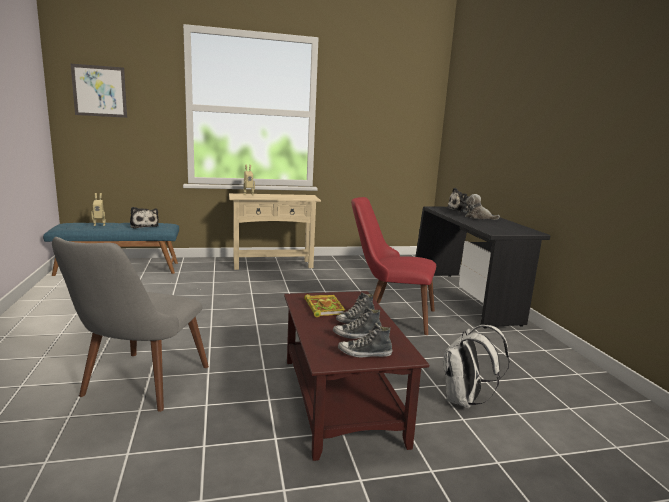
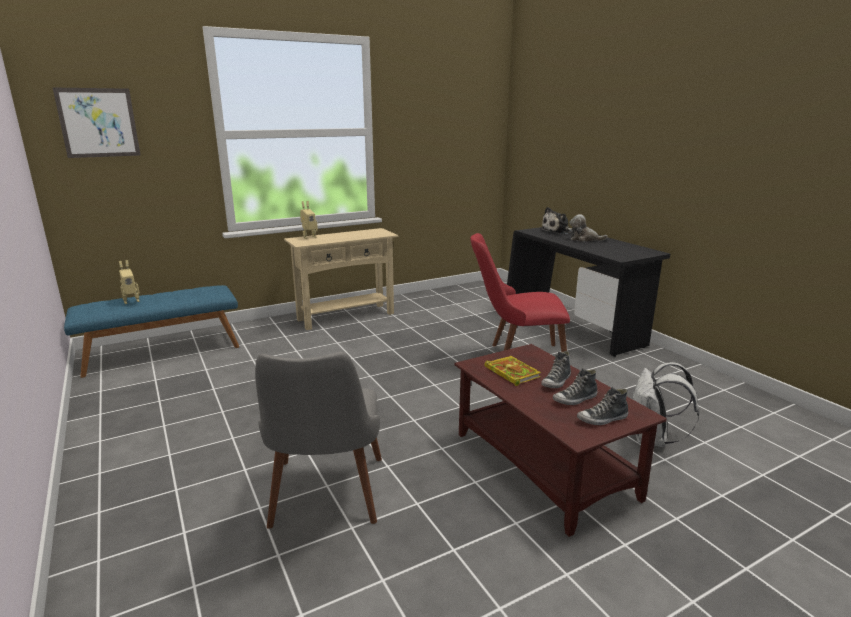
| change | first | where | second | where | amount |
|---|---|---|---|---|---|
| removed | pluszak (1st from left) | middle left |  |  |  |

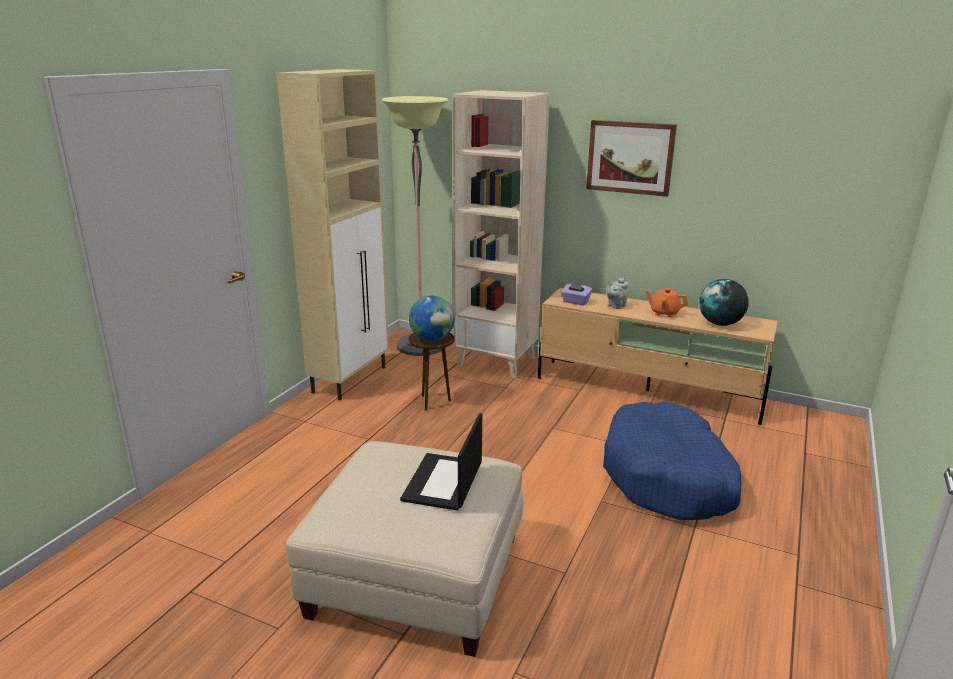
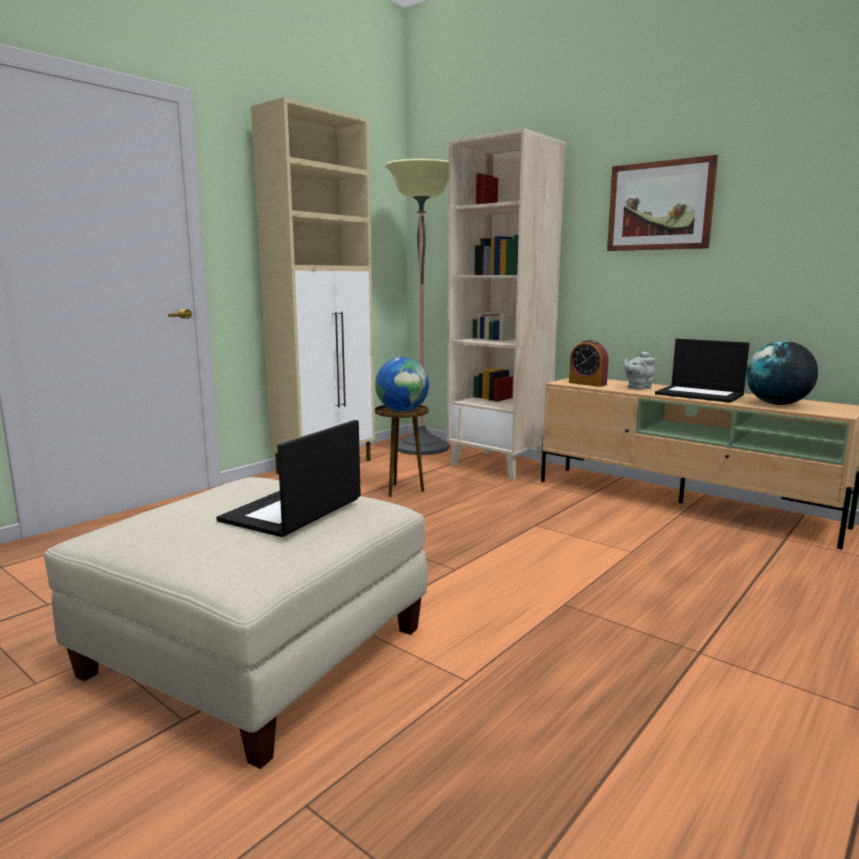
| change | first | where | second | where | amount |
|---|---|---|---|---|---|
| replaced | pudełko chusteczek [fioletowy] | centre | budzik | middle right |  |
| replaced | imbryk [pomarańczowy] | middle right | laptop (2nd from left) | middle right |  |
| removed | legowisko [niebieski] | bottom right |  |  |  |

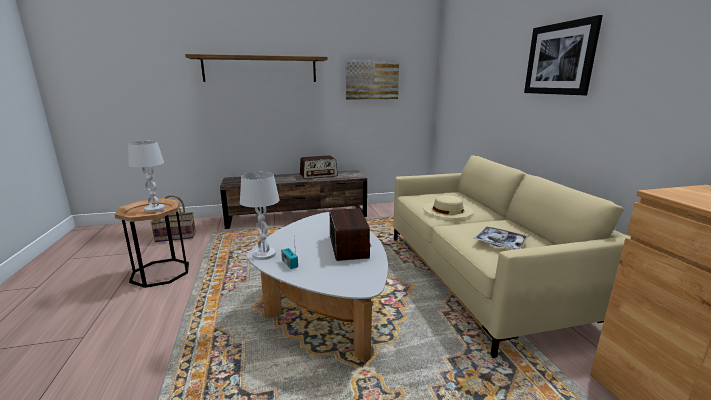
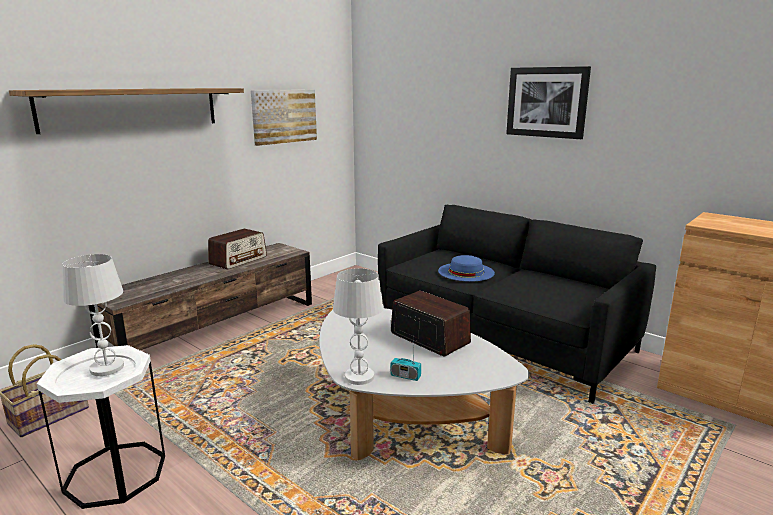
| change | first | where | second | where | amount |
|---|---|---|---|---|---|
| recoloured | stolik [brązowy] | middle left | stolik [biały] | bottom left |  |
| recoloured | kanapa [beżowy] | middle right | kanapa [czarny] | middle right |  |
| recoloured | kapelusz [beżowy] | centre | kapelusz [niebieski] | centre |  |
| removed | taca | middle right |  |  |  |

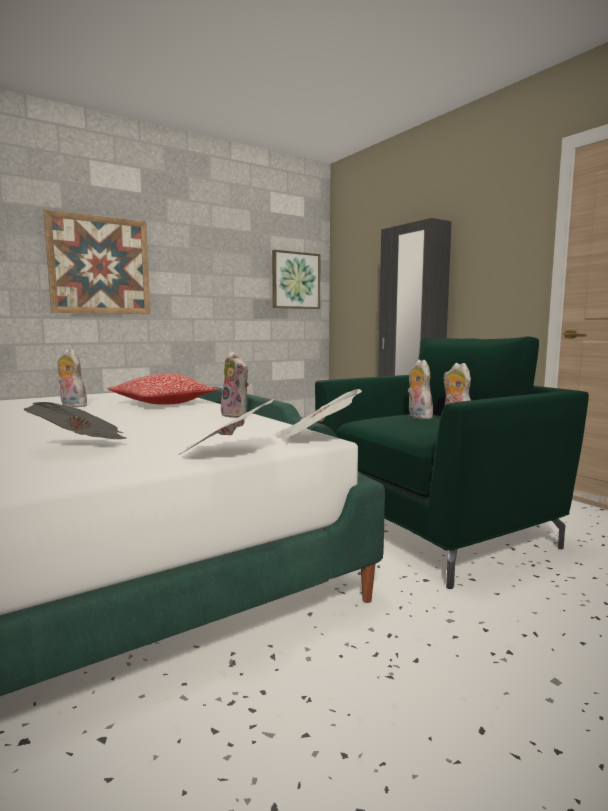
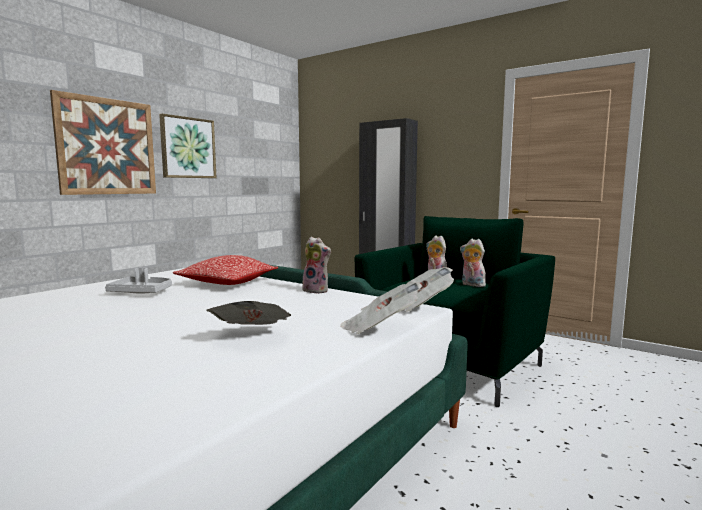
| change | first | where | second | where | amount |
|---|---|---|---|---|---|
| replaced | pluszak (1st from left) | middle left | taca [szary] | middle left |  |
| moved | obraz (2nd from left) | centre |  | top left |  |

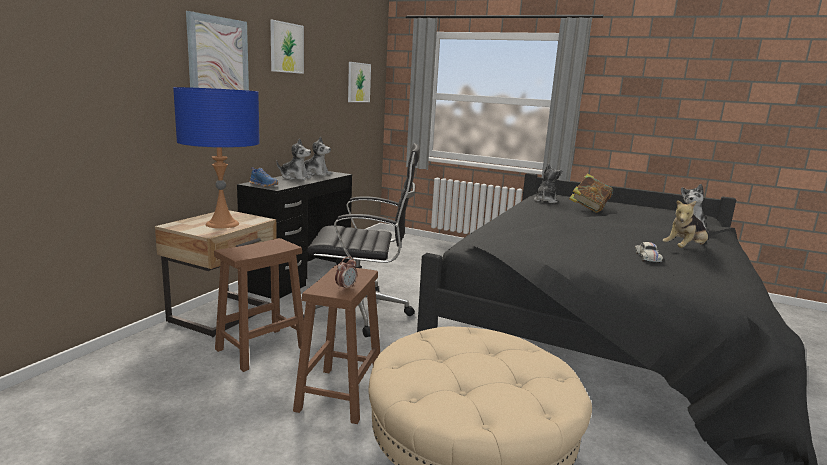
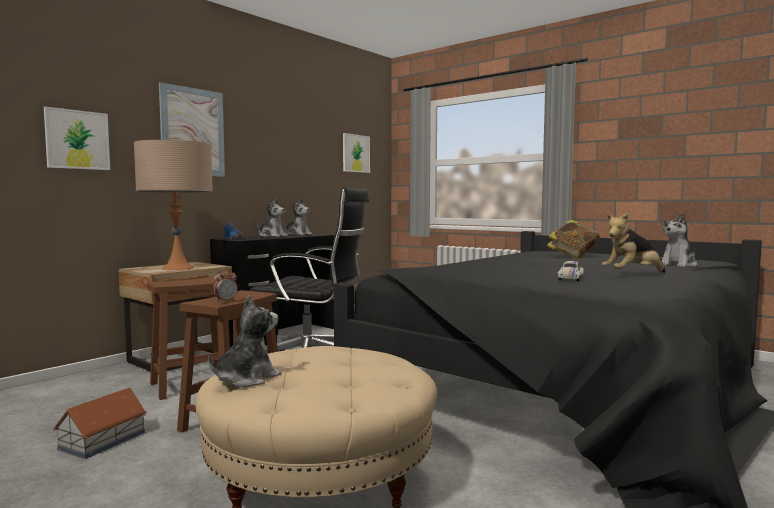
| change | first | where | second | where | amount |
|---|---|---|---|---|---|
| moved | obraz (2nd from left in the first image) | top centre | obraz (1st from left) | top left |  |
| added |  |  | domek | bottom left |  |
| recoloured | lampa stołowa [niebieski] | middle left | lampa stołowa [beżowy] | middle left |  |
| moved | pluszak (3rd from left in the first image) | centre | pluszak (1st from left) | bottom left |  |

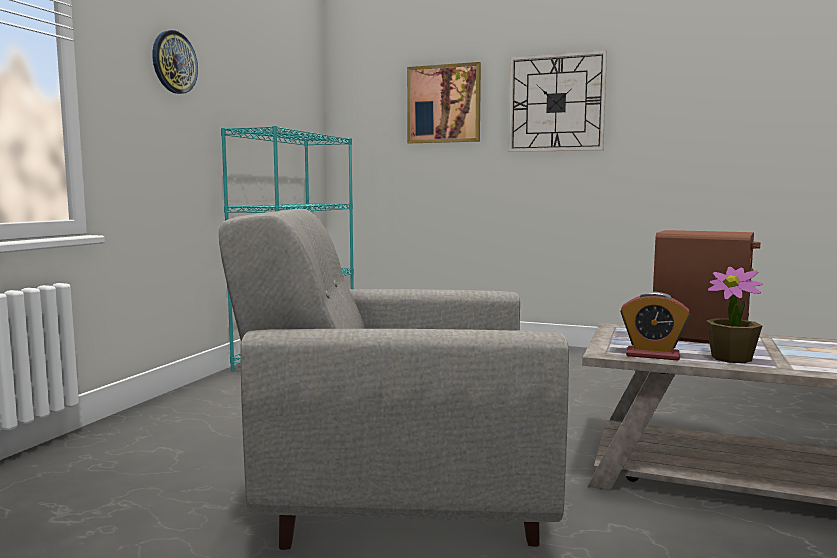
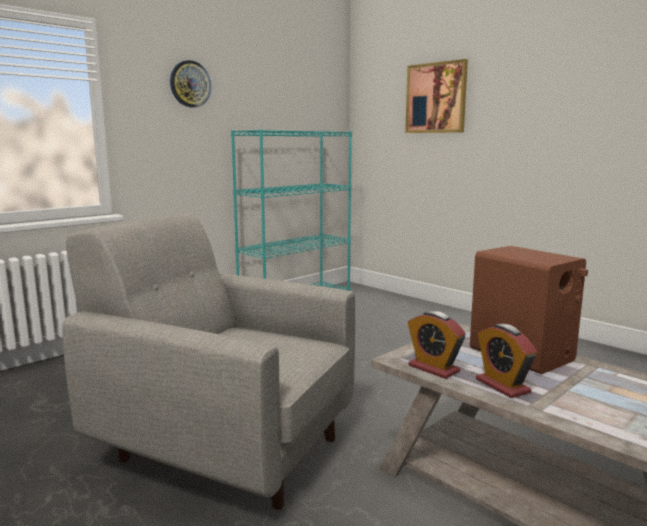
| change | first | where | second | where | amount |
|---|---|---|---|---|---|
| replaced | roślina doniczkowa | middle right | budzik (2nd from left) | bottom right |  |
| removed | zegar ścienny (2nd from left) | top centre |  |  |  |

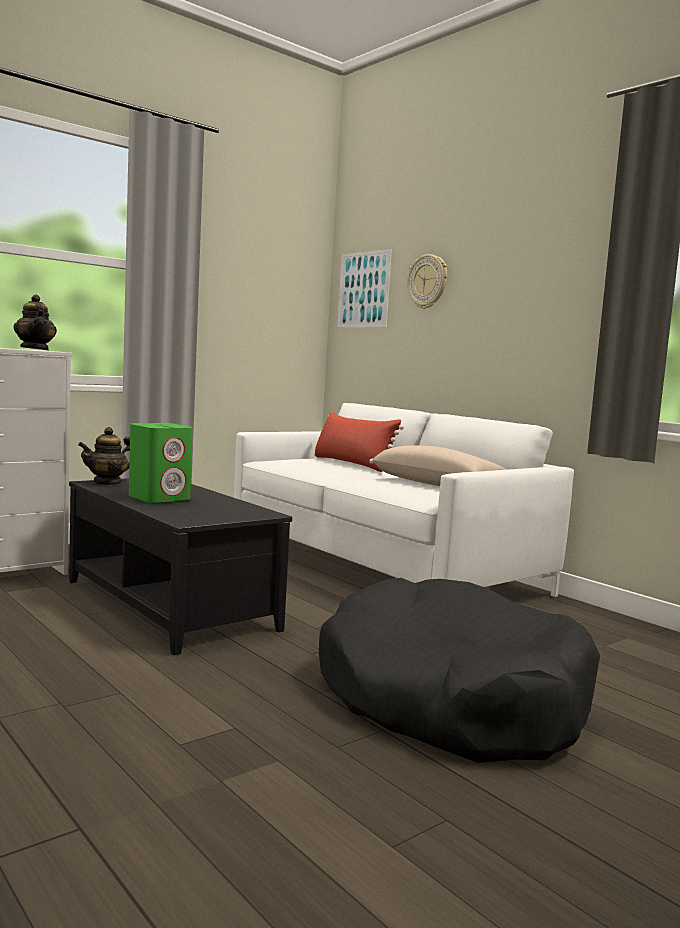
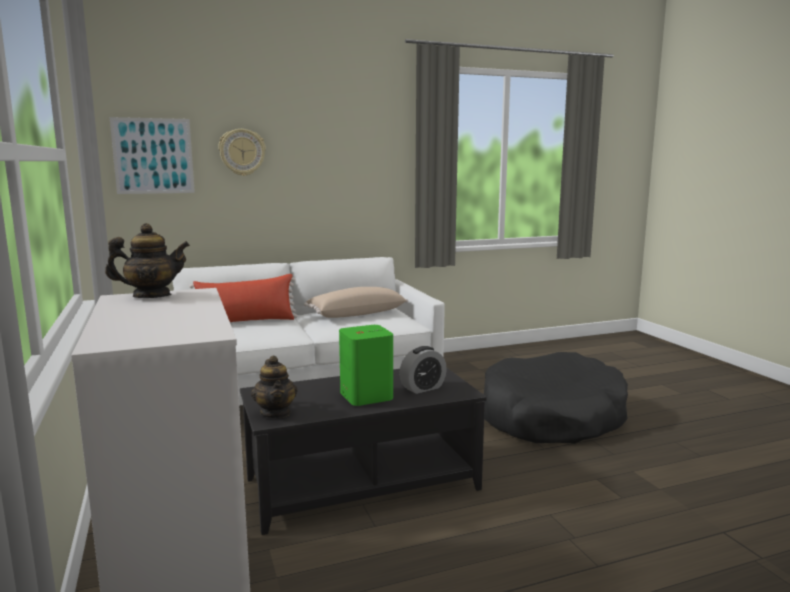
| change | first | where | second | where | amount |
|---|---|---|---|---|---|
| added |  |  | budzik | centre |  |

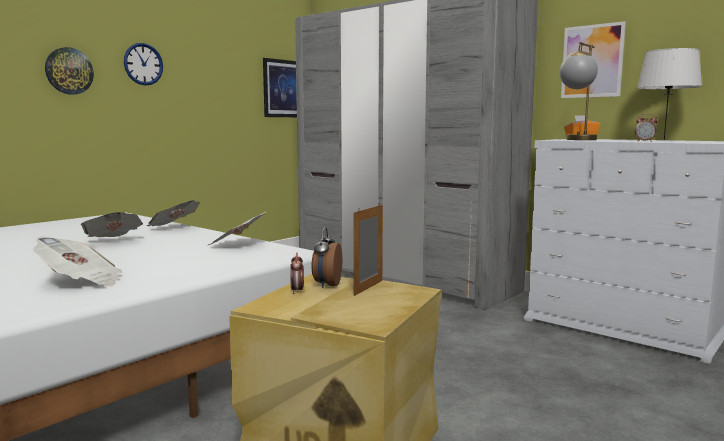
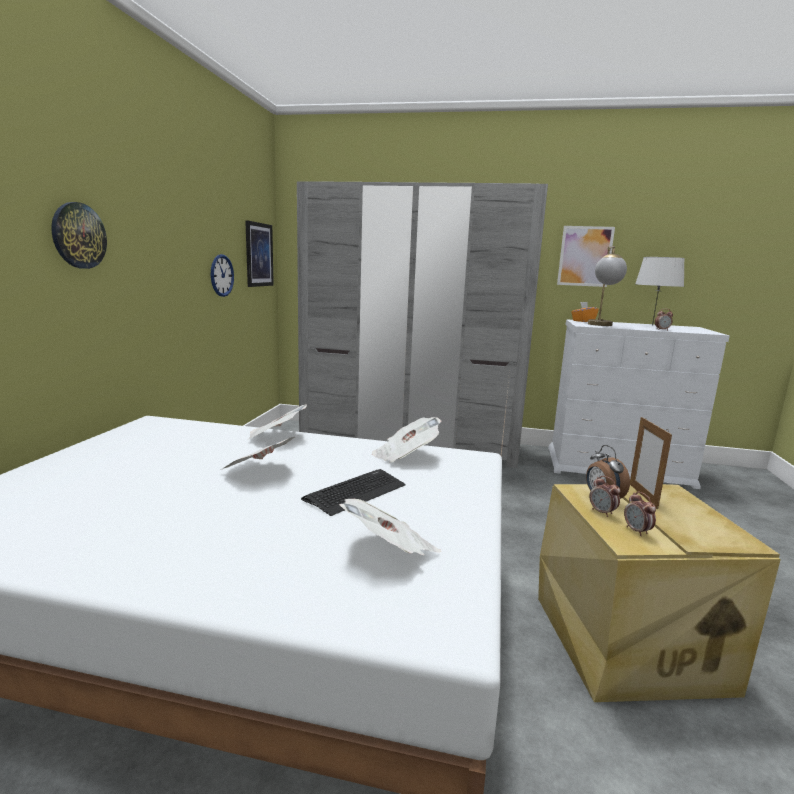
| change | first | where | second | where | amount |
|---|---|---|---|---|---|
| moved | zegar ścienny (2nd from left) | top left |  | middle left |  |
| added |  |  | klawiatura | centre |  |
| added |  |  | budzik (3rd from left) | middle right |  |

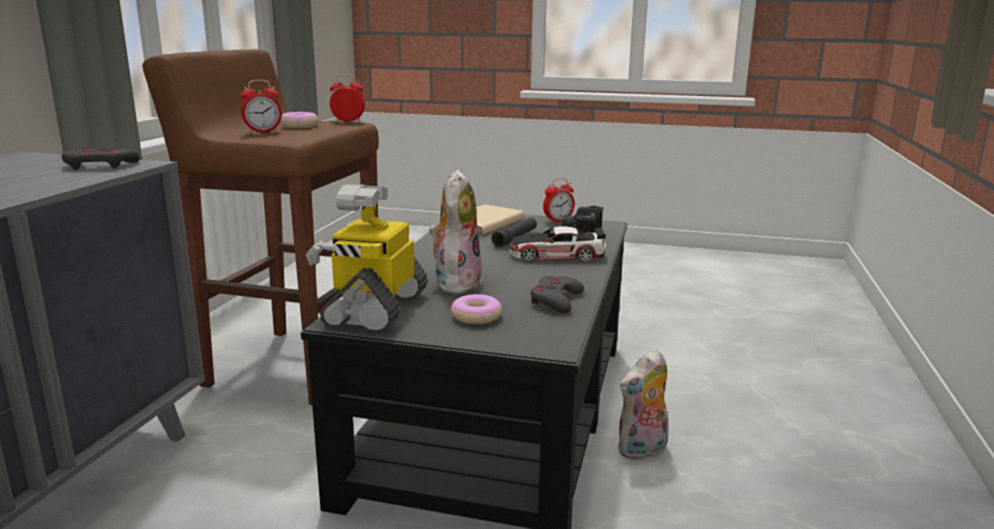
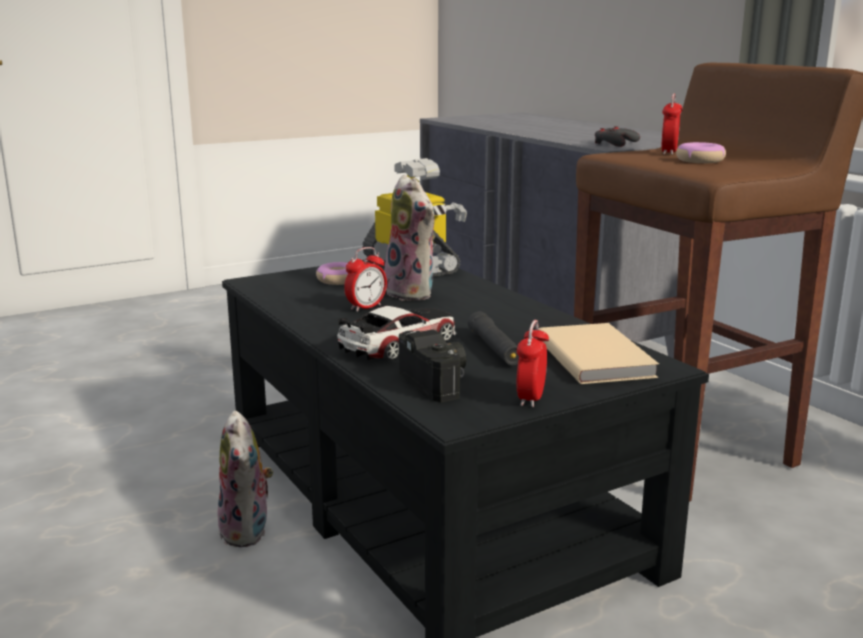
| change | first | where | second | where | amount |
|---|---|---|---|---|---|
| turned | pluszak (2nd from left in the first image) | bottom centre | pluszak (1st from left) | bottom left | 150 degrees clockwise |
| moved | budzik (2nd from left in the first image) | top centre | budzik (1st from left) | centre |  |
| removed | pad do gier [szary] (2nd from left) | centre |  |  |  |

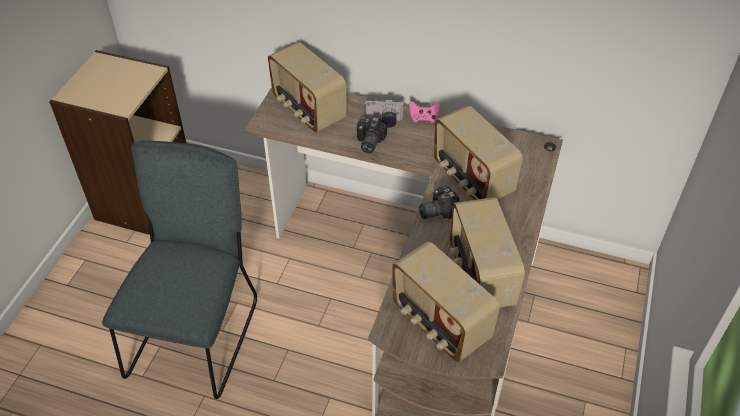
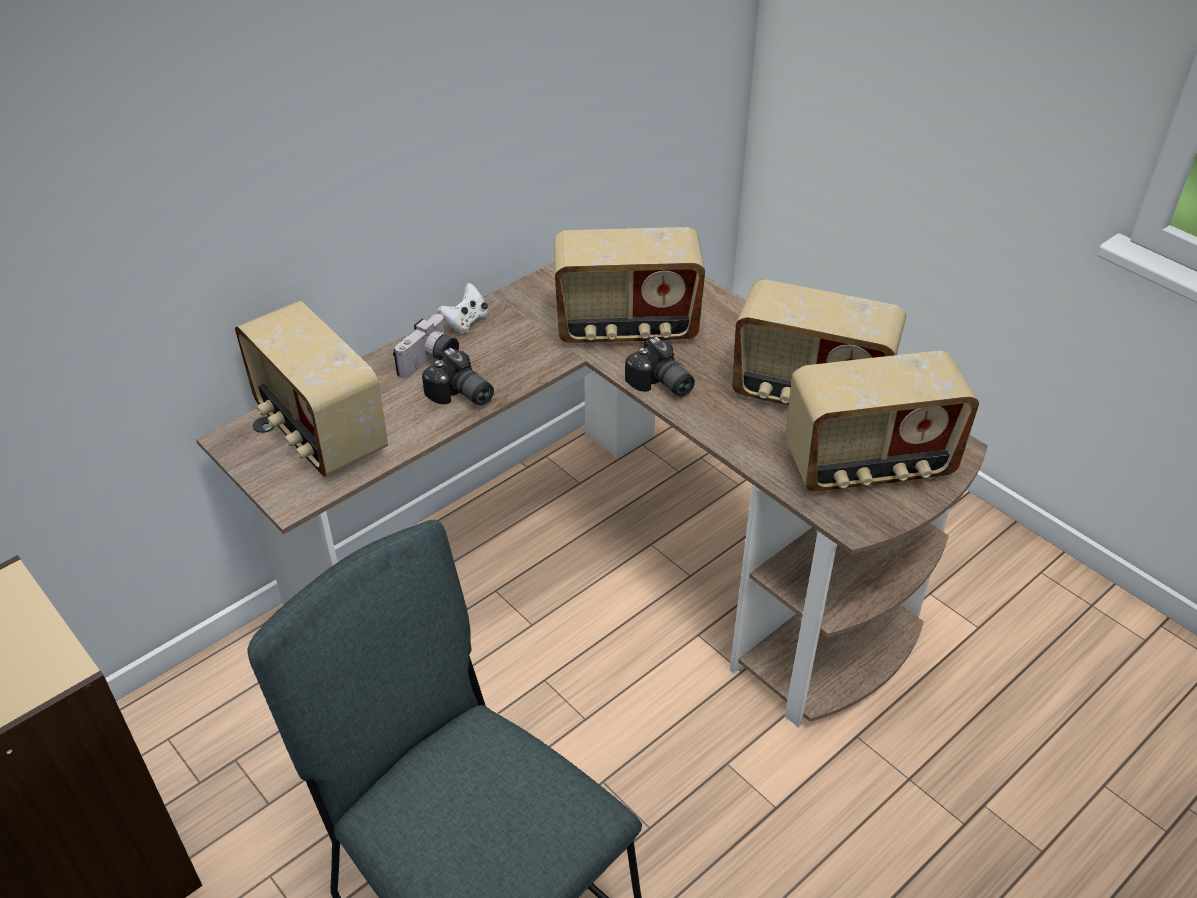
| change | first | where | second | where | amount |
|---|---|---|---|---|---|
| turned | radio (1st from left) | top centre |  | middle left | 60 degrees clockwise |
| recoloured | pad do gier [różowy] | top centre | pad do gier [biały] | centre |  |
| turned | aparat fotograficzny (3rd from left) | centre |  | centre | 45 degrees counterclockwise |

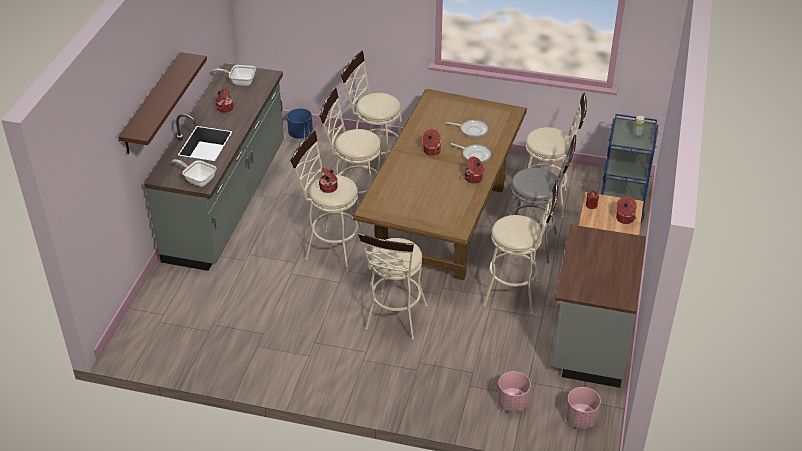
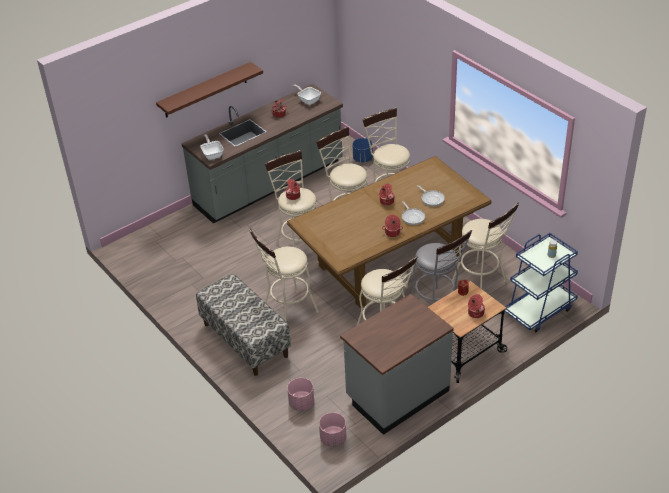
| change | first | where | second | where | amount |
|---|---|---|---|---|---|
| added |  |  | ławka | centre |  |

